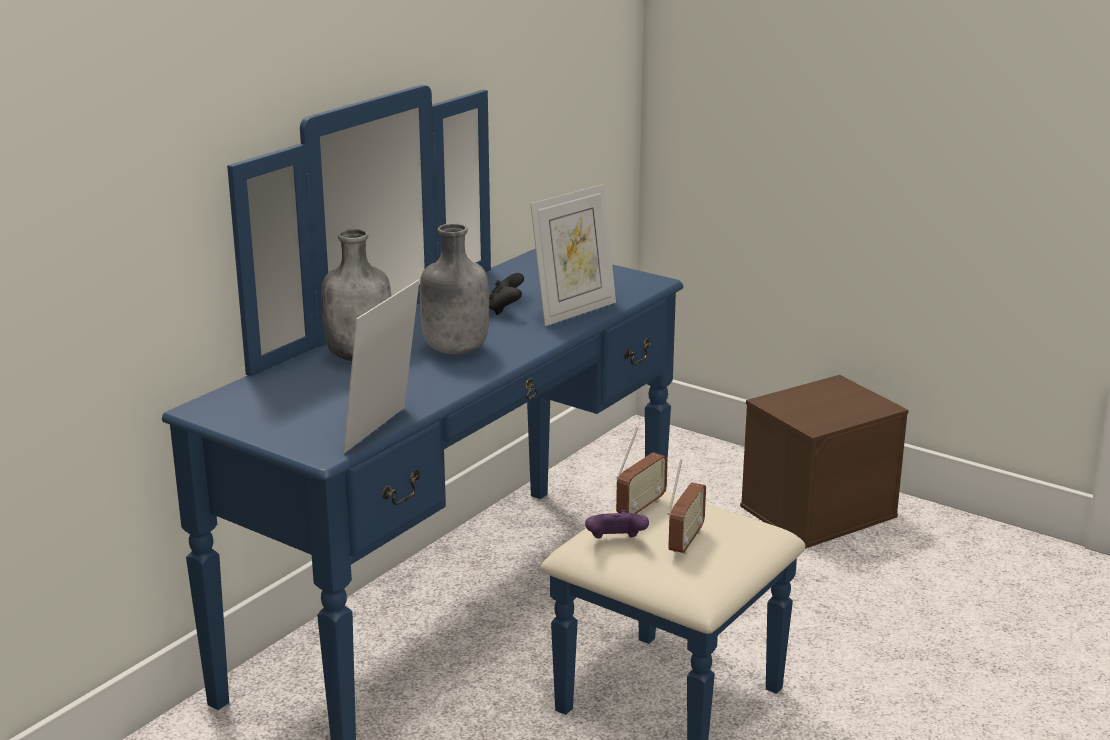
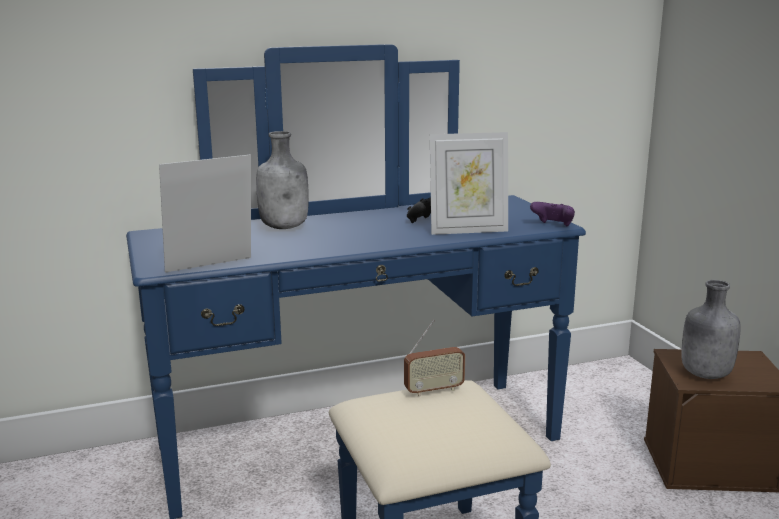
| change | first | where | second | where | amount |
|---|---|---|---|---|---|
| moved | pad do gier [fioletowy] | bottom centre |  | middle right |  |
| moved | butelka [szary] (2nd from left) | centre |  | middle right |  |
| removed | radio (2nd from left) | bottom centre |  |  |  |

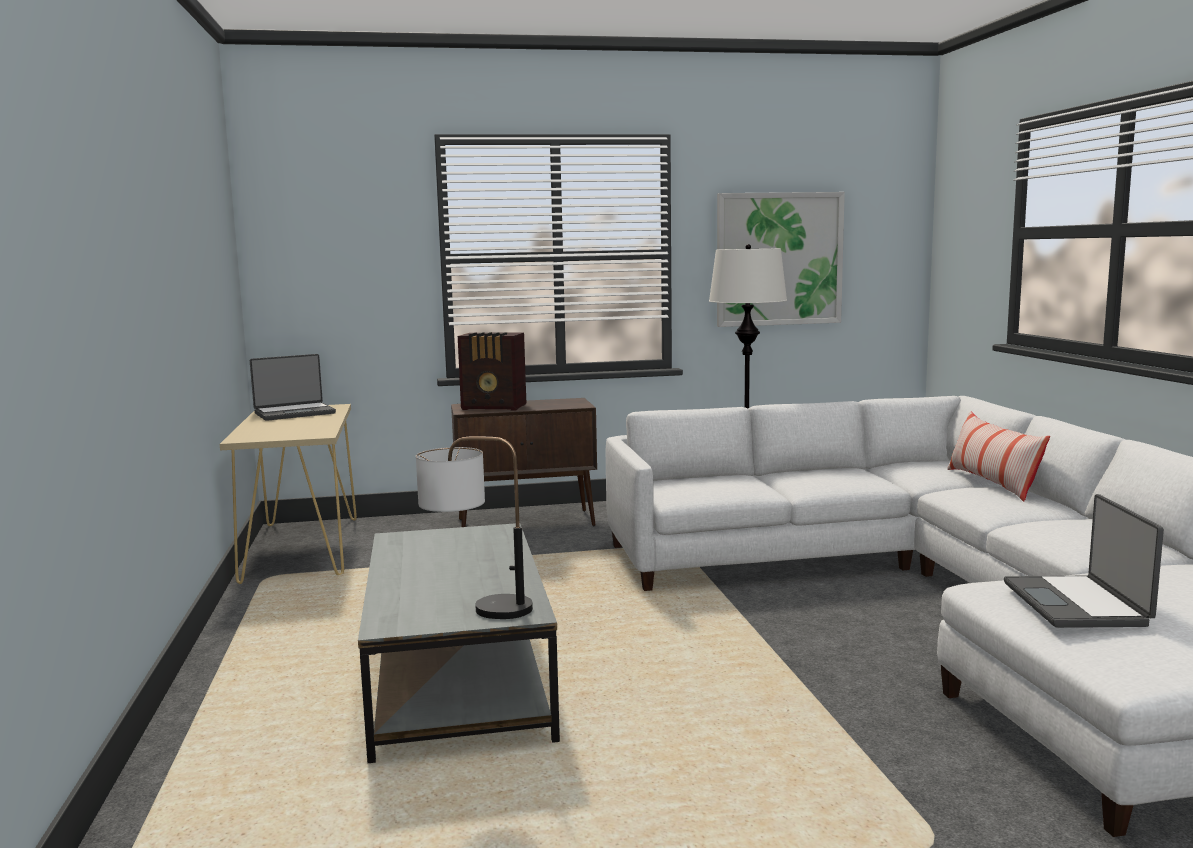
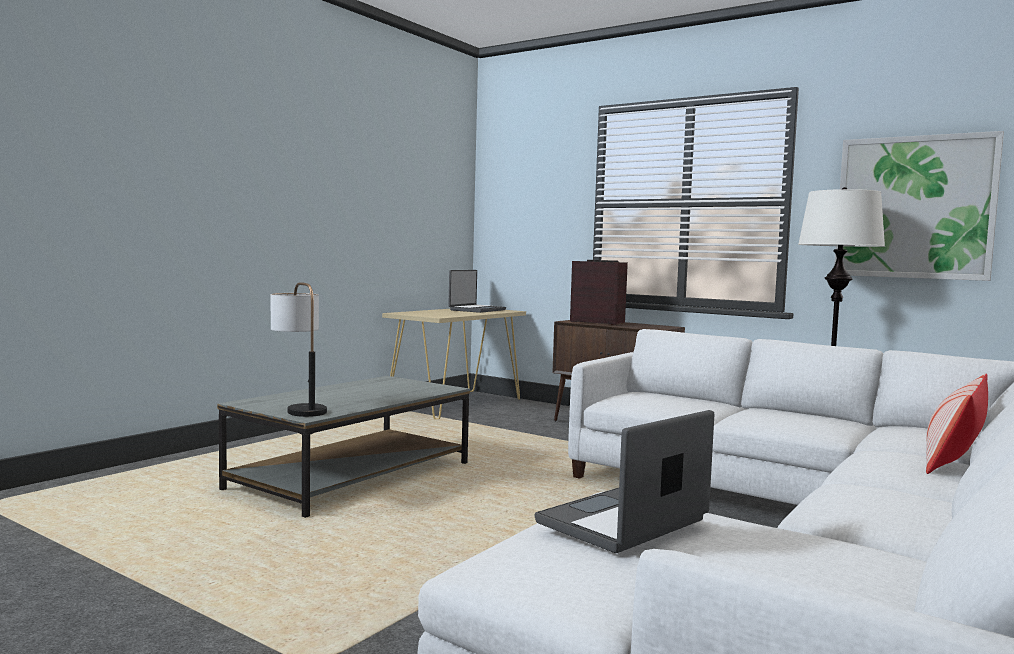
| change | first | where | second | where | amount |
|---|---|---|---|---|---|
| turned | laptop (1st from left) | middle left |  | centre | 75 degrees counterclockwise |
| turned | radio | centre |  | centre | 150 degrees clockwise |

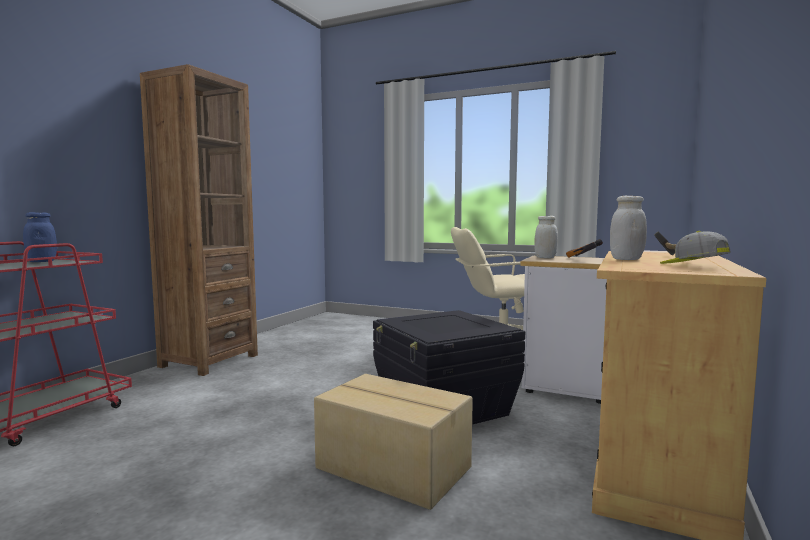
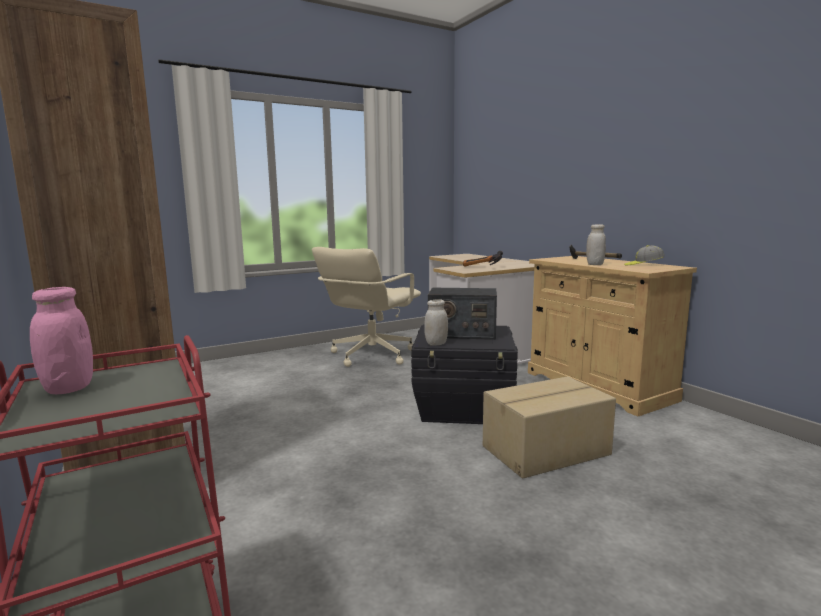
| change | first | where | second | where | amount |
|---|---|---|---|---|---|
| recoloured | słoik [niebieski] | middle left | słoik [różowy] | middle left |  |
| moved | słoik [biały] (1st from left) | middle right |  | centre |  |
| added |  |  | radio | centre |  |

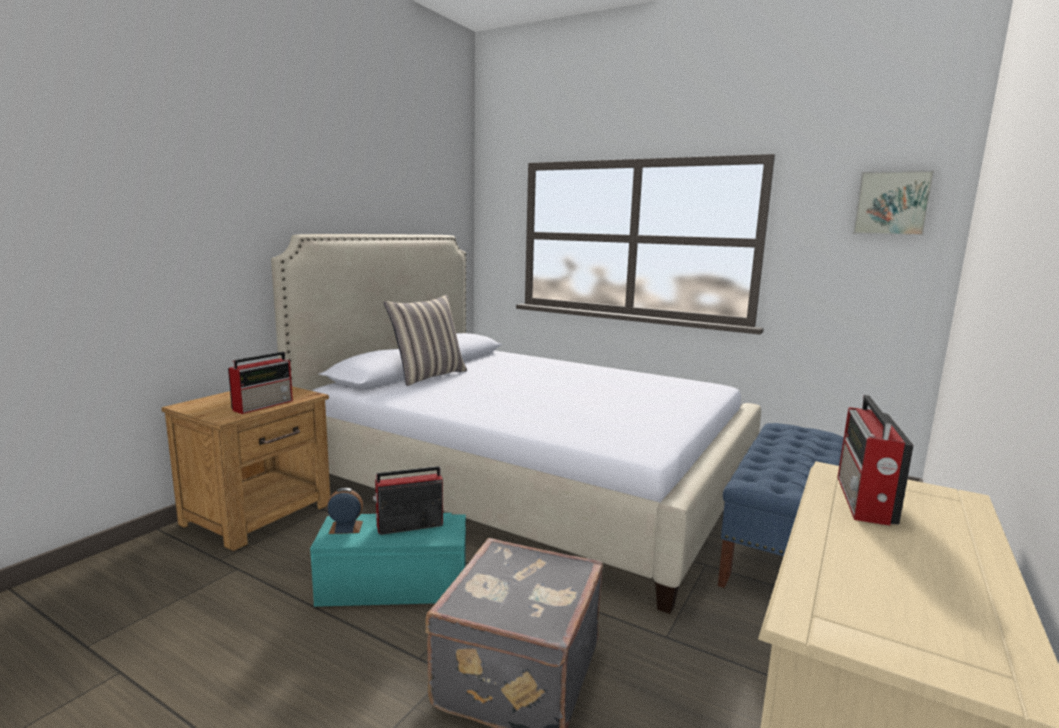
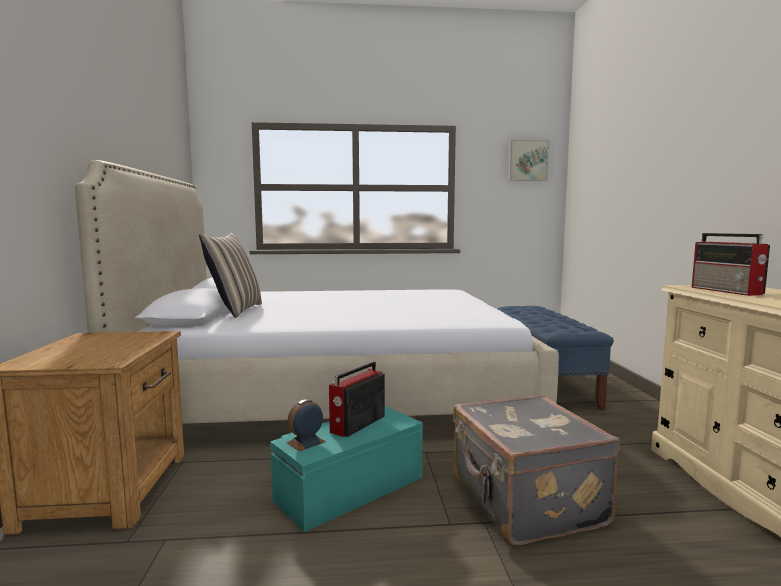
| change | first | where | second | where | amount |
|---|---|---|---|---|---|
| removed | radio (1st from left) | middle left |  |  |  |

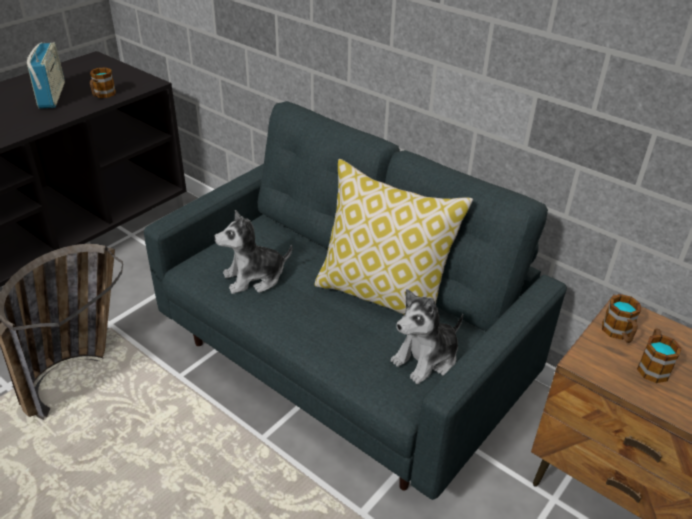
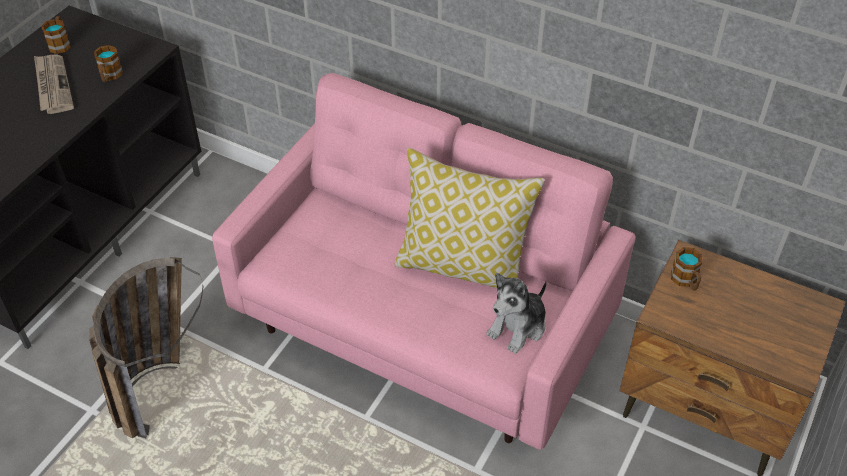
| change | first | where | second | where | amount |
|---|---|---|---|---|---|
| replaced | radio | top left | gazeta | top left |  |
| moved | kubek (3rd from left in the first image) | bottom right | kubek (1st from left) | top left |  |
| recoloured | kanapa [szary] | centre | kanapa [różowy] | centre |  |
| removed | pluszak (1st from left) | centre |  |  |  |

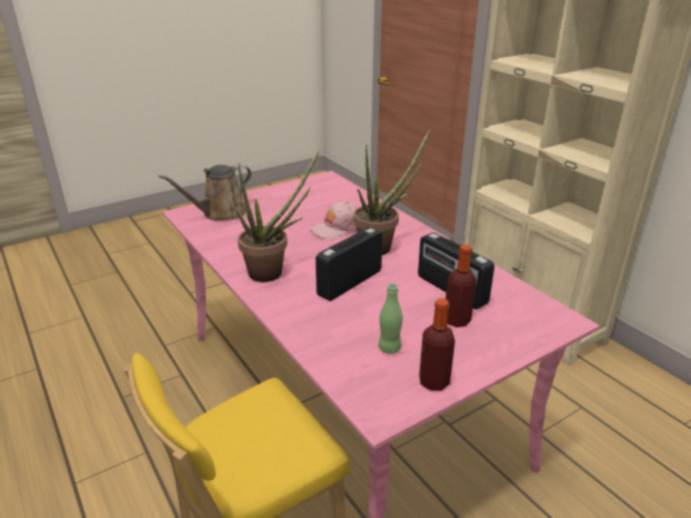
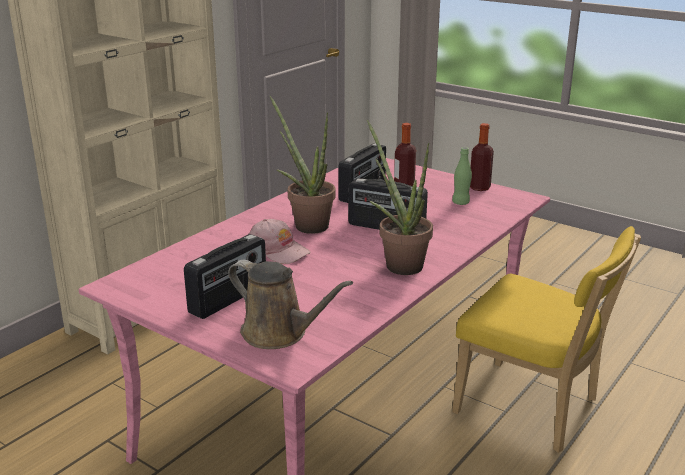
| change | first | where | second | where | amount |
|---|---|---|---|---|---|
| added |  |  | radio (1st from left) | middle left |  |

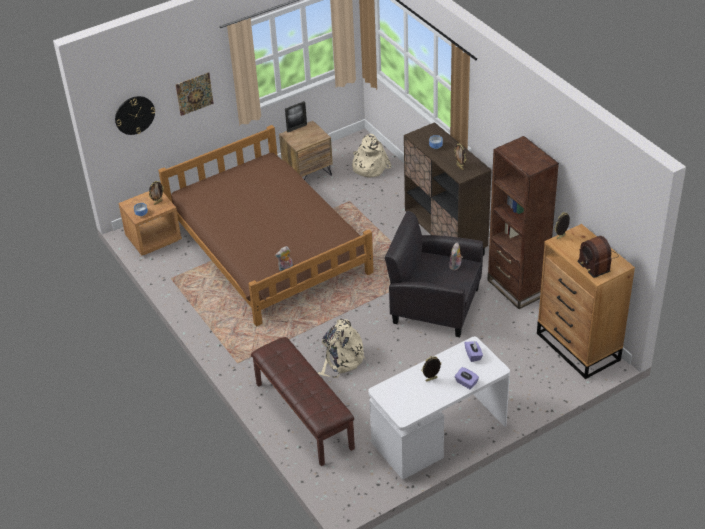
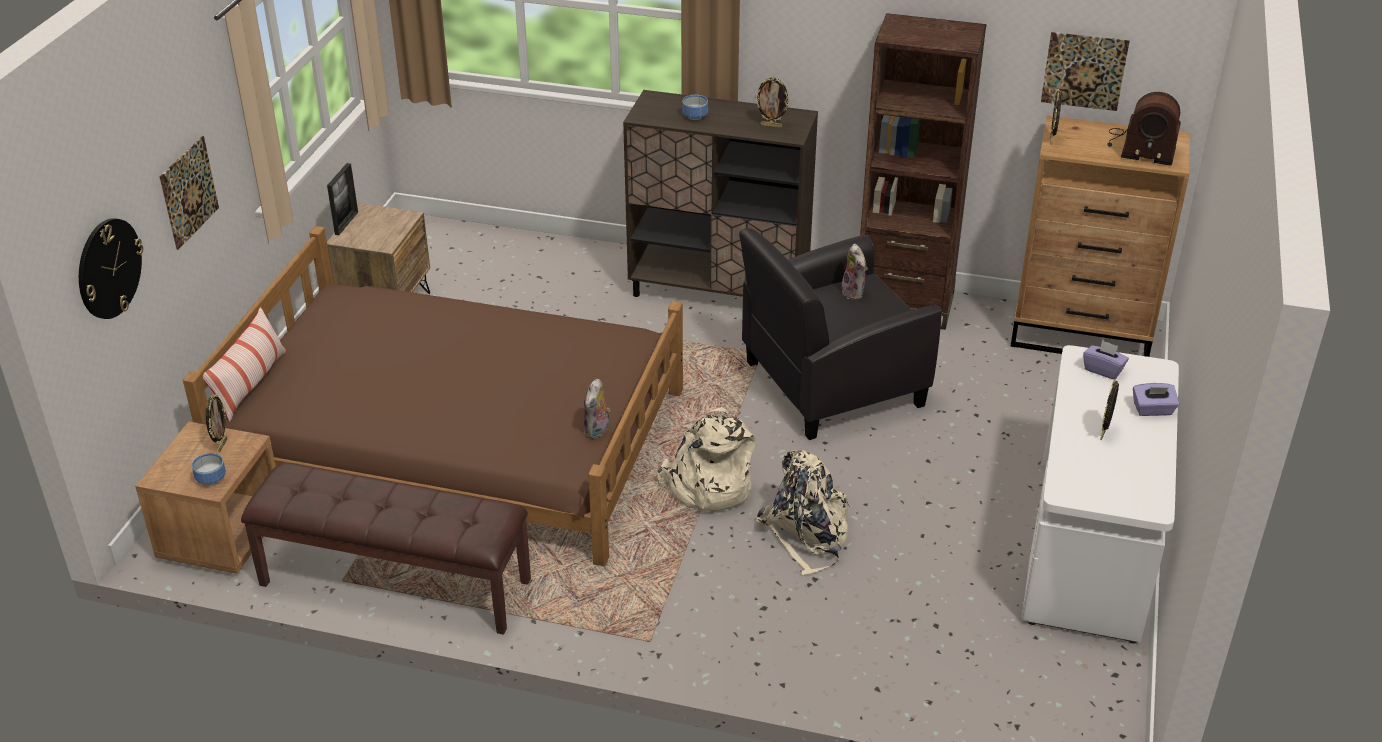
| change | first | where | second | where | amount |
|---|---|---|---|---|---|
| added |  |  | poduszka | middle left |  |
| moved | ławka [brązowy] | bottom centre |  | bottom left |  |
| moved | plecak [beżowy] (2nd from left in the first image) | top centre | plecak [beżowy] (1st from left) | centre |  |
| added |  |  | obraz (2nd from left) | top right |  |

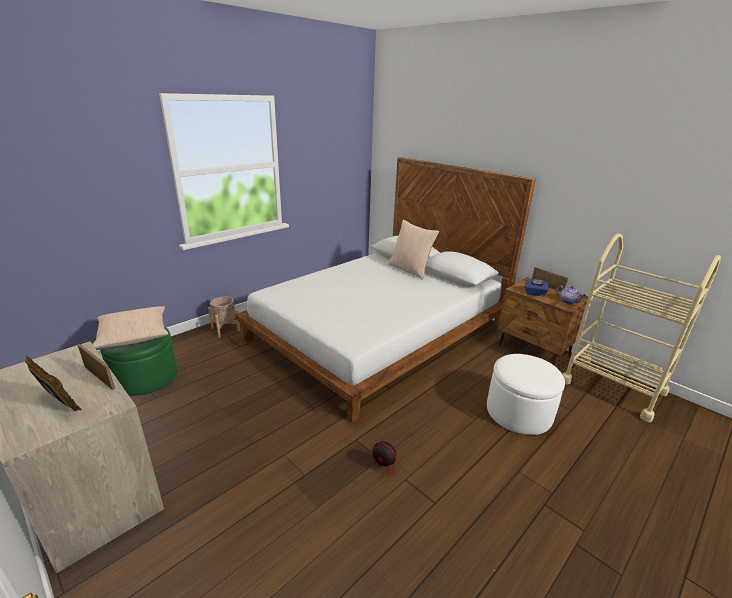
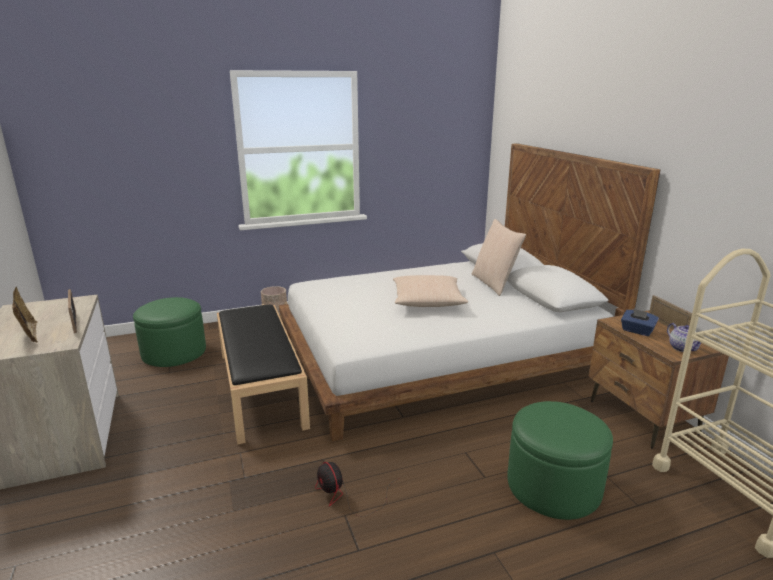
| change | first | where | second | where | amount |
|---|---|---|---|---|---|
| added |  |  | ławka [czarny] | centre |  |
| moved | poduszka [beżowy] (1st from left) | middle left |  | centre |  |
| recoloured | pufa [biały] | middle right | pufa [zielony] (2nd from left) | bottom right |  |

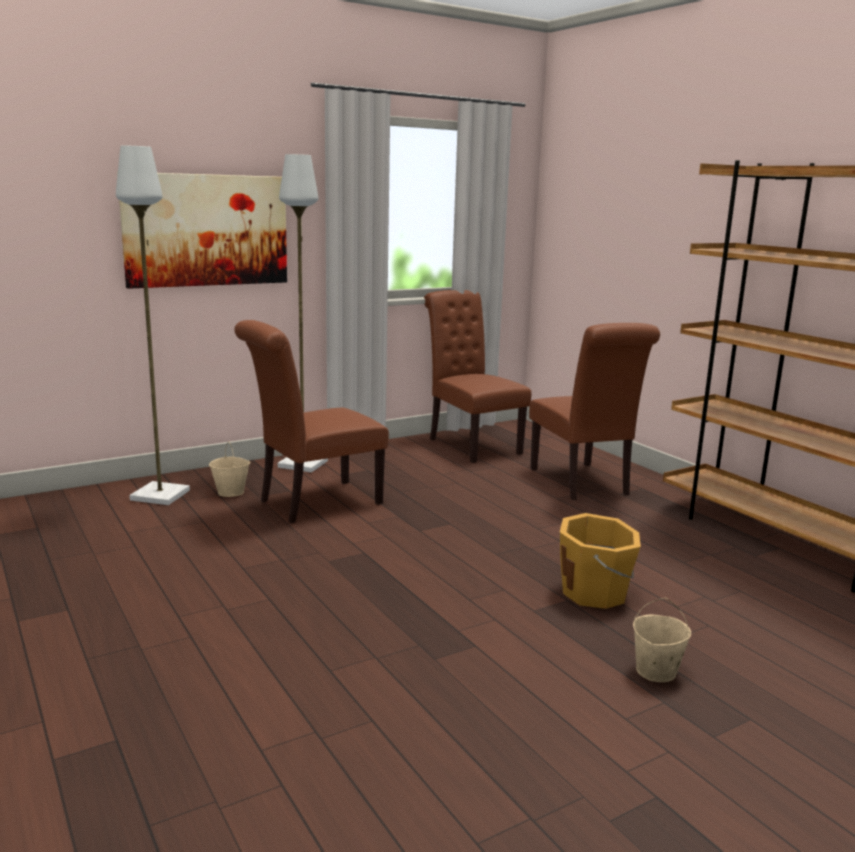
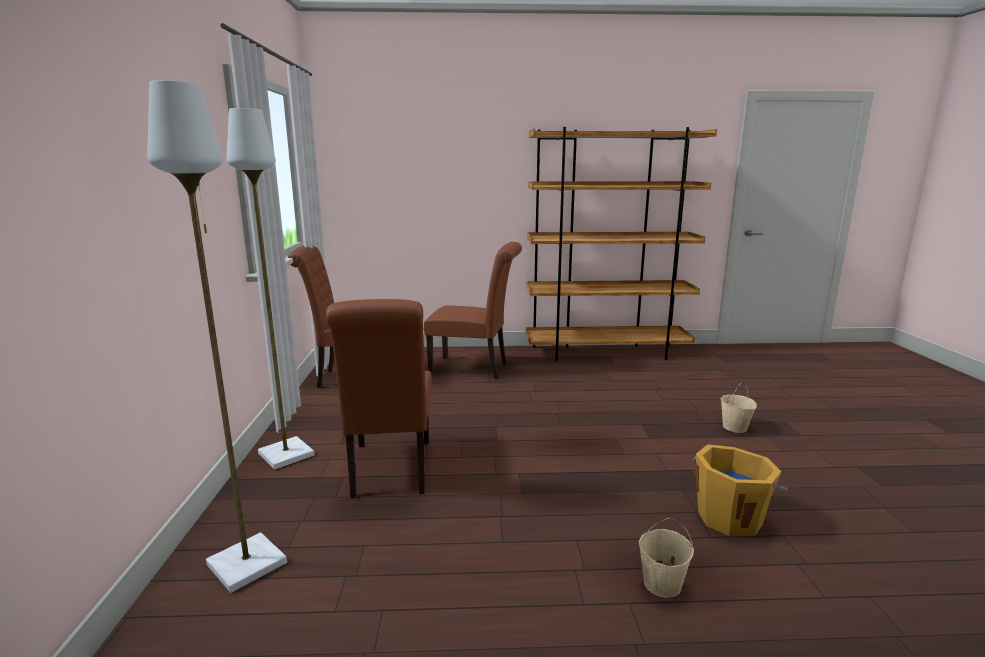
| change | first | where | second | where | amount |
|---|---|---|---|---|---|
| moved | wiadro [beżowy] (1st from left) | middle left |  | bottom right |  |
| moved | wiadro [pomarańczowy] | middle right |  | bottom right |  |
| removed | obraz | top left |  |  |  |

